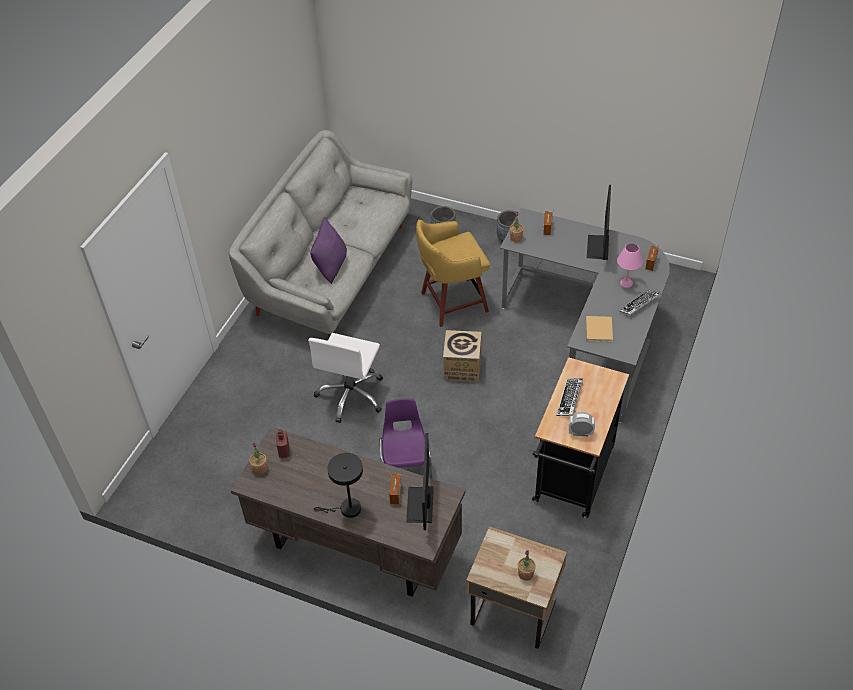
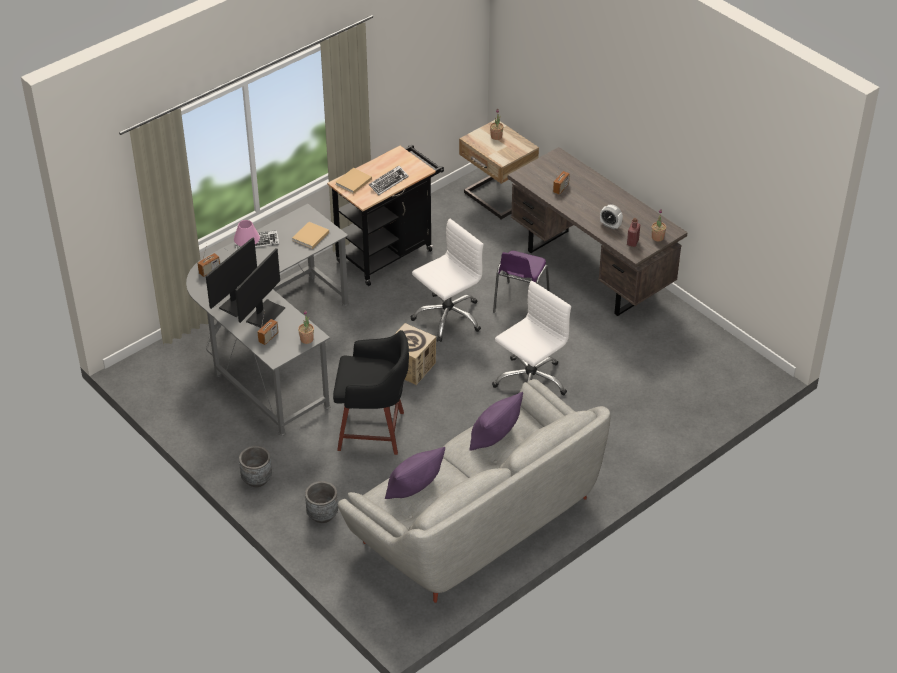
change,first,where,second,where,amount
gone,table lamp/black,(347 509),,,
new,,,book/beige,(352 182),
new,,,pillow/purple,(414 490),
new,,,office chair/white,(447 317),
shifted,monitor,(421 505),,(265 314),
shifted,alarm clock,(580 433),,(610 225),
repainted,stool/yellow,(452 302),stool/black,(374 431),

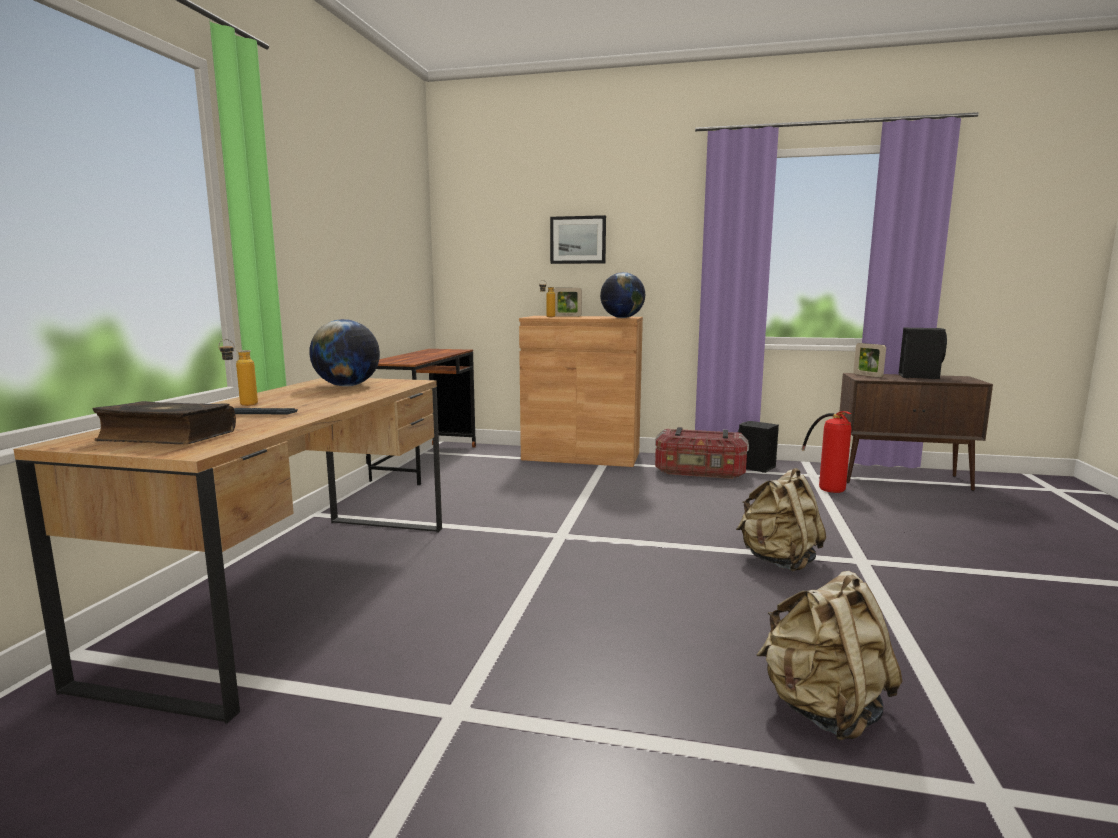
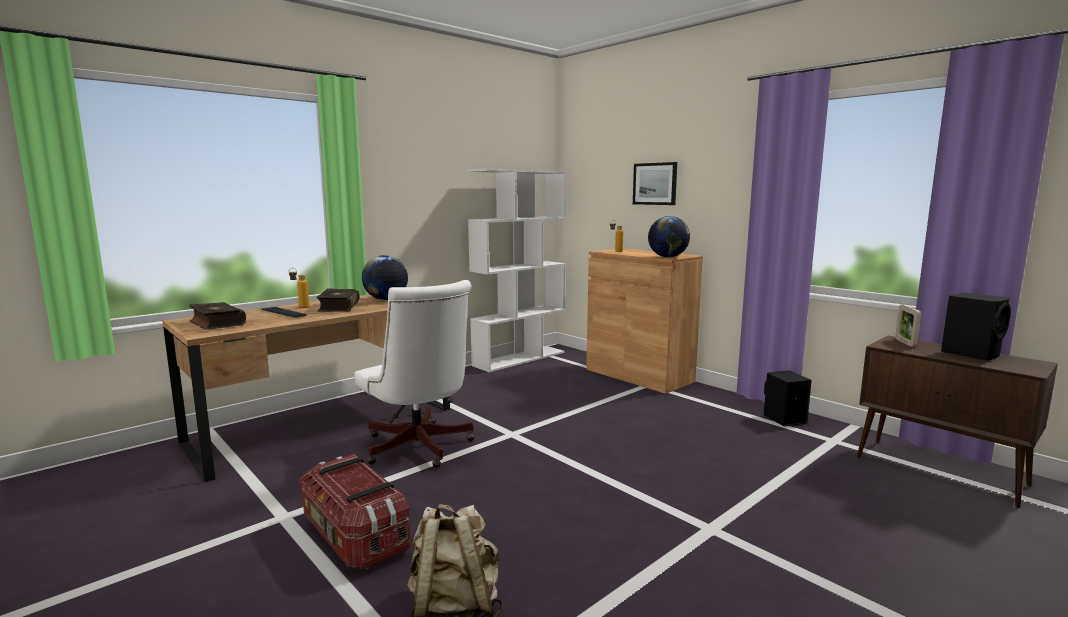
change,first,where,second,where,amount
gone,picture frame,(567 316),,,
gone,backpack/beige,(779 561),,,
gone,fire extinguisher,(825 485),,,
new,,,book,(338 307),
new,,,office chair/white,(419 449),
shifted,storage box,(700 472),,(354 536),
swapped,desk/brown,(427 462),bookcase/white,(519 358),

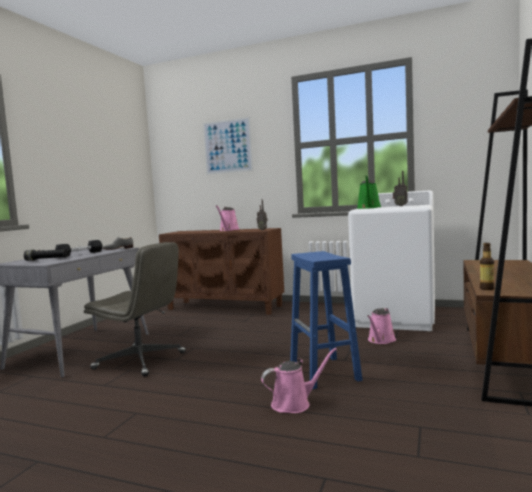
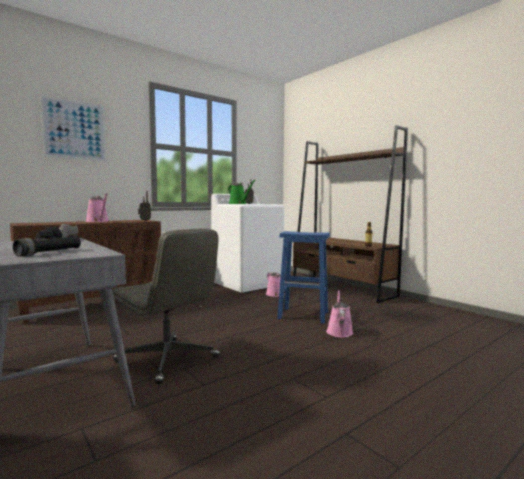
change,first,where,second,where,amount
rotated,office chair/grey,(141 361),,(168 359),75 degrees clockwise

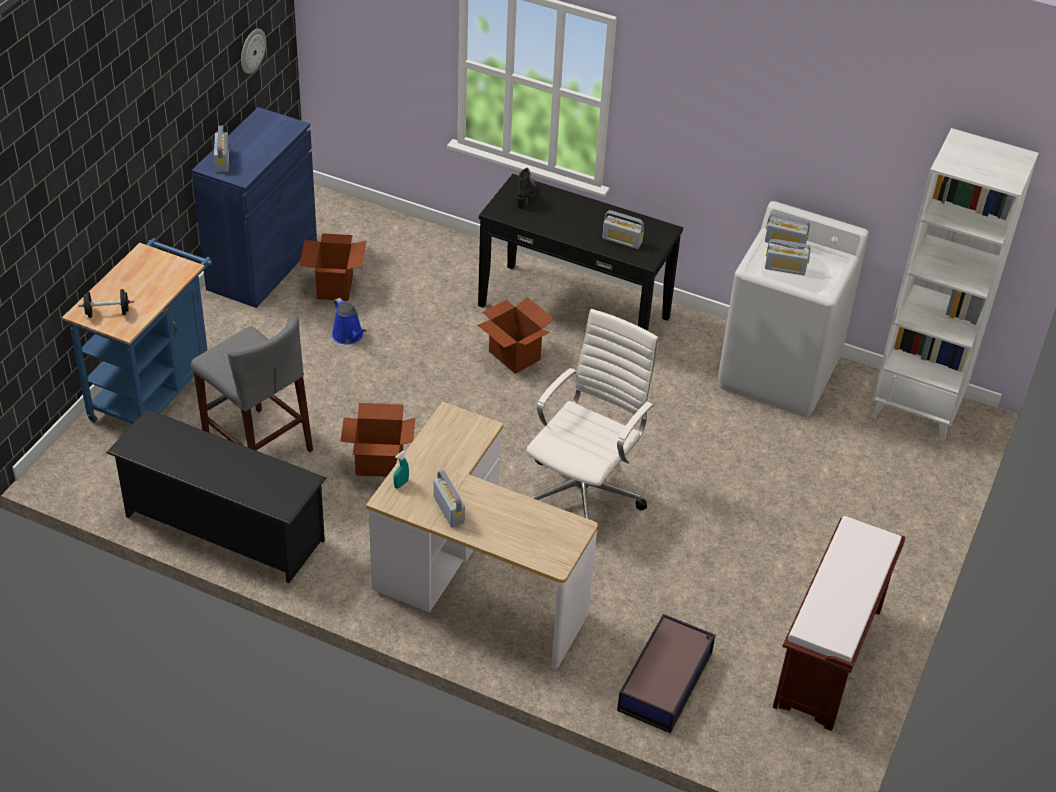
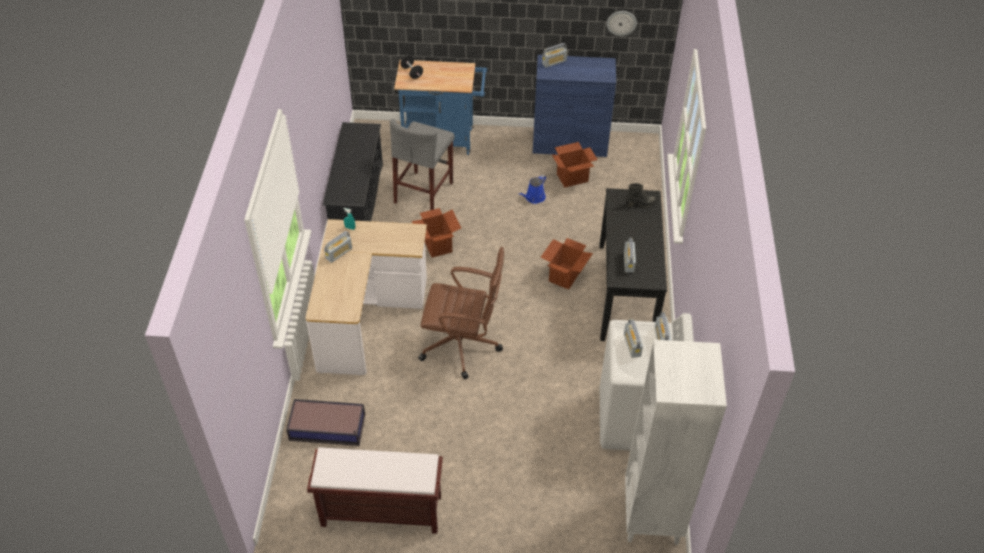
change,first,where,second,where,amount
repainted,office chair/white,(584 493),office chair/brown,(462 345),

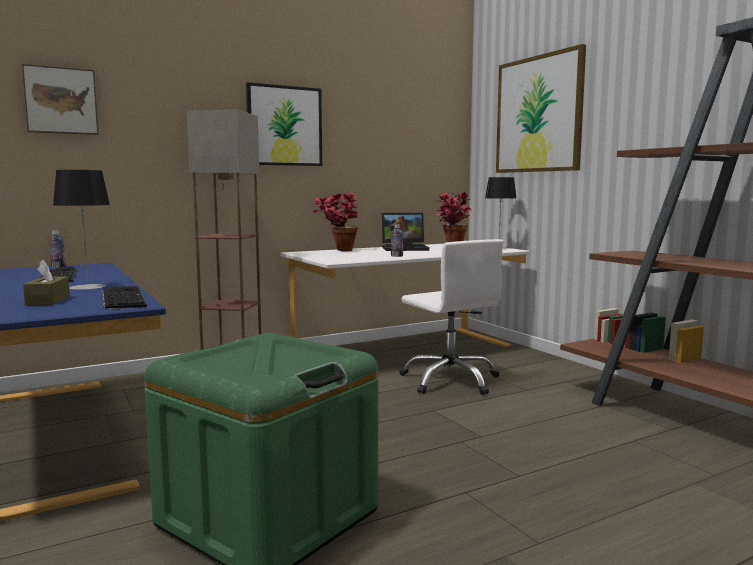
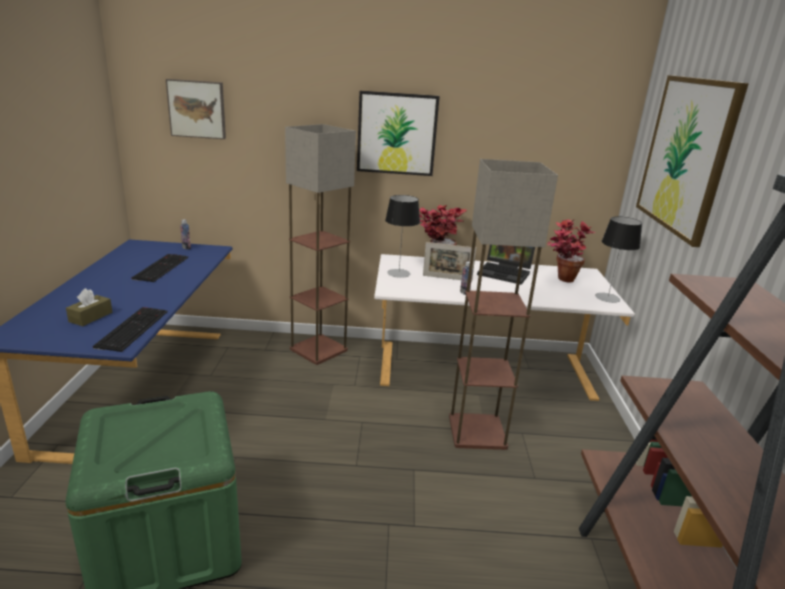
change,first,where,second,where,amount
new,,,picture frame,(447 278),
shifted,table lamp,(87 287),,(398 273),
swapped,office chair/white,(450 380),floor lamp,(476 432),

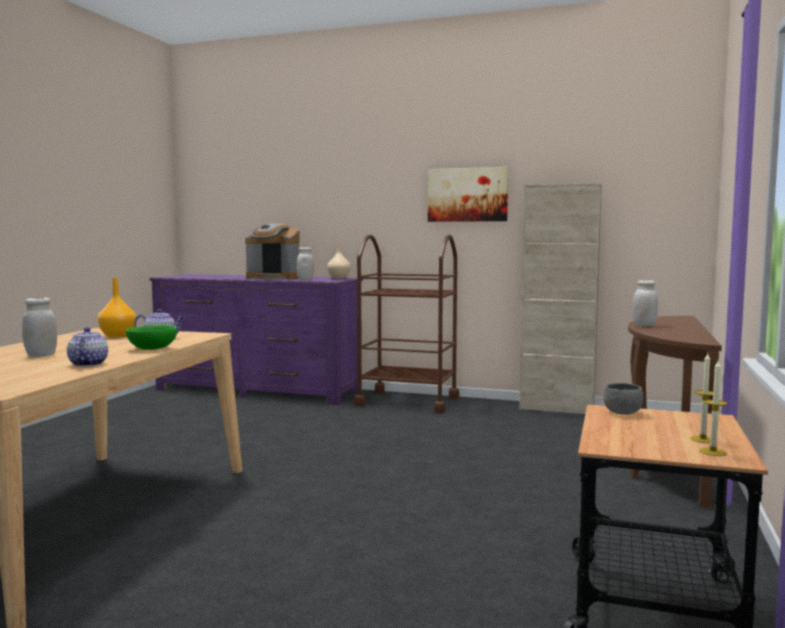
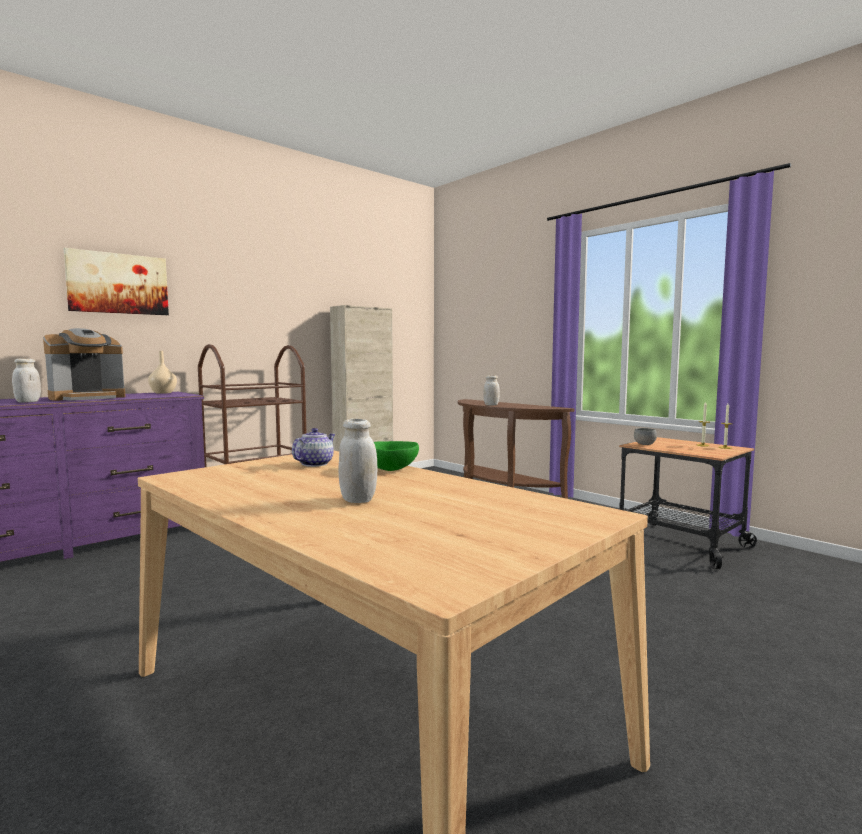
change,first,where,second,where,amount
gone,teapot,(88 364),,,
gone,vase/orange,(118 336),,,
shifted,jar/white,(305 279),,(28 402),
shifted,picture,(467 195),,(118 283),

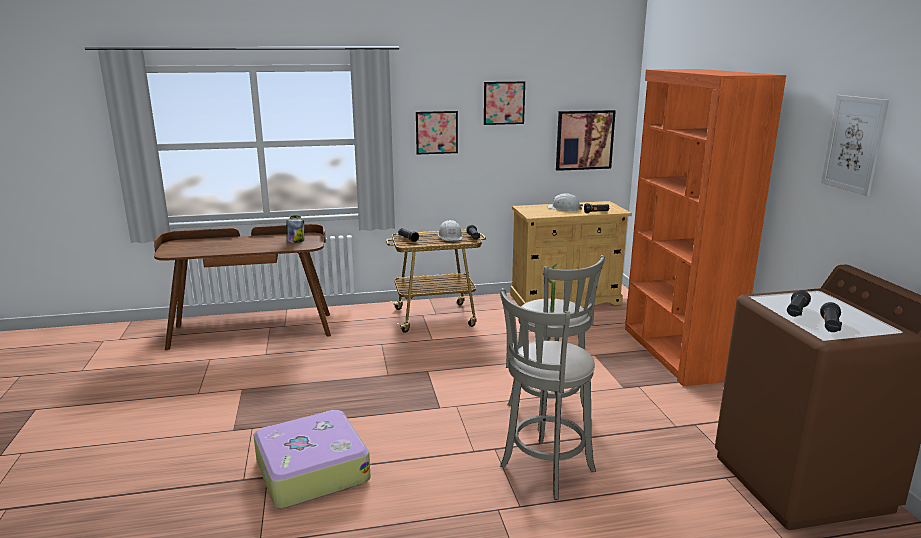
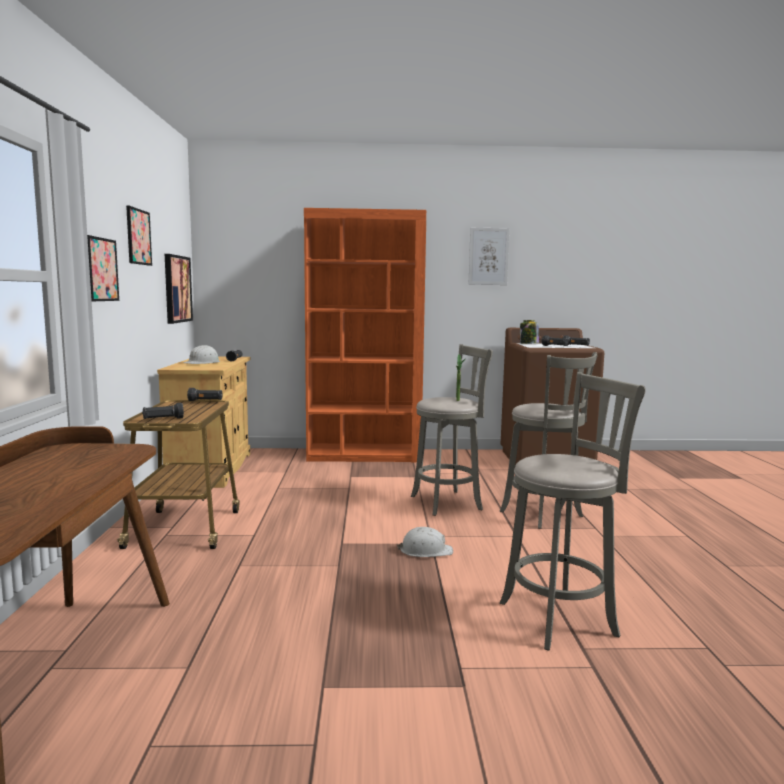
change,first,where,second,where,amount
shifted,jar,(295 241),,(528 344),
shifted,hard hat/white,(450 236),,(425 551),
swapped,suitcase,(311 470),stool/grey,(563 618),

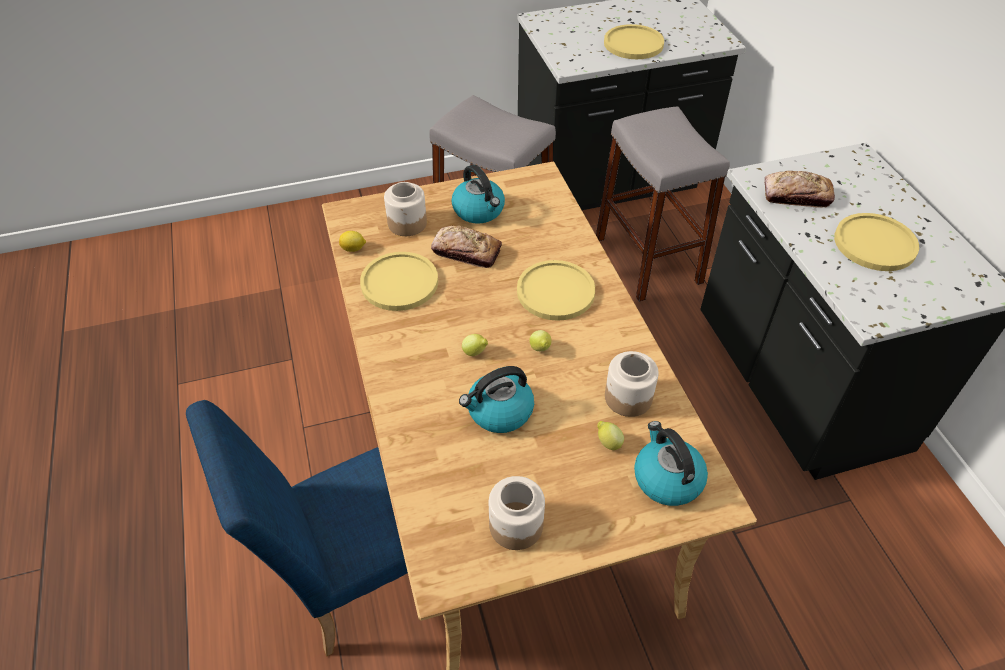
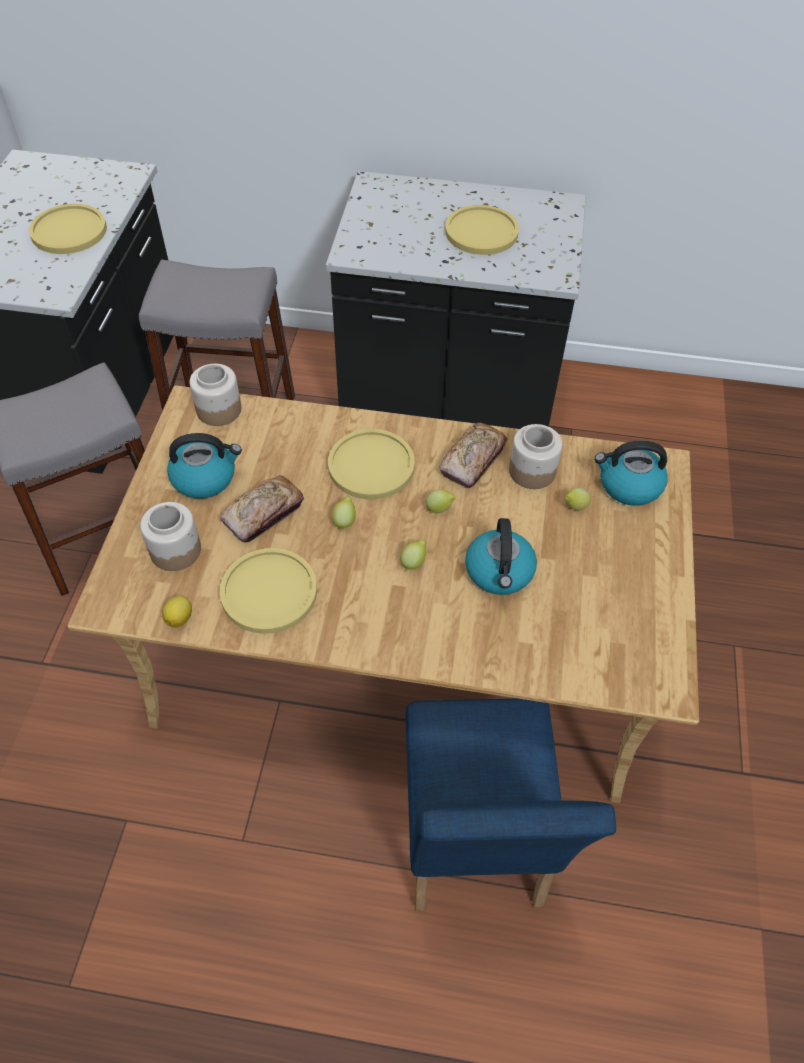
change,first,where,second,where,amount
new,,,lemon,(344 521),
shifted,jar,(515 525),,(218 410),
shifted,bread,(796 196),,(473 460),

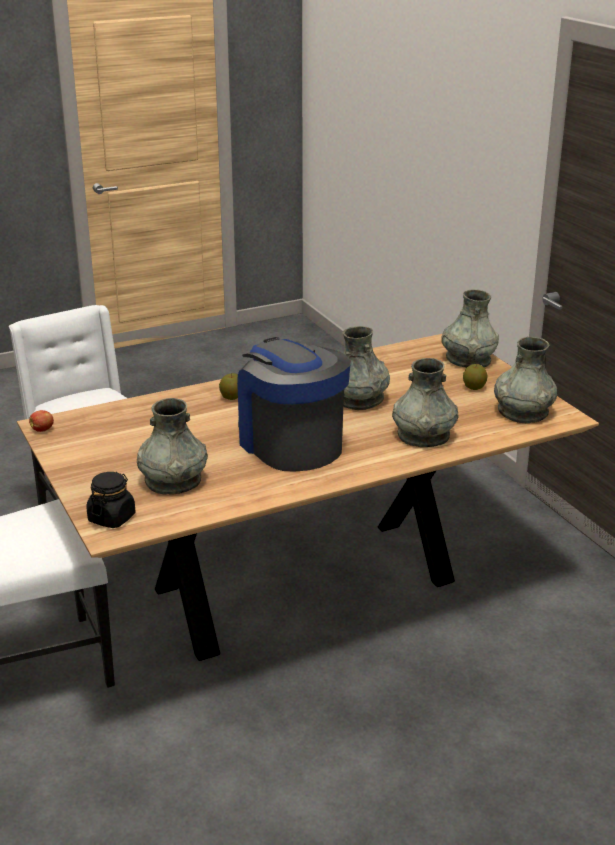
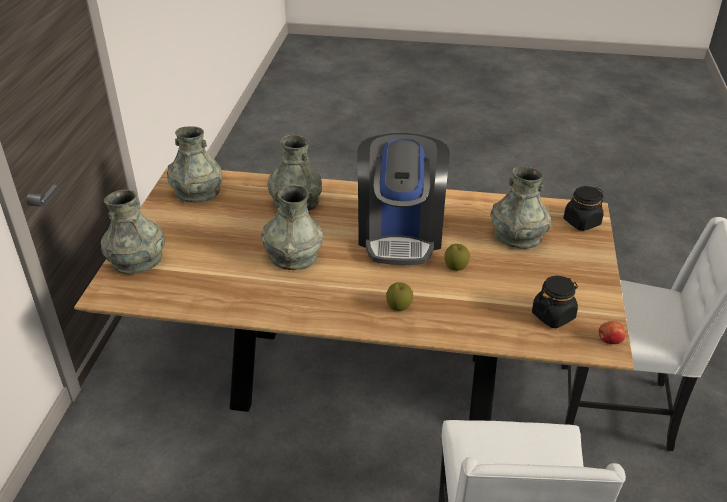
change,first,where,second,where,amount
new,,,jar/black,(553 315),
shifted,apple,(474 388),,(456 267),

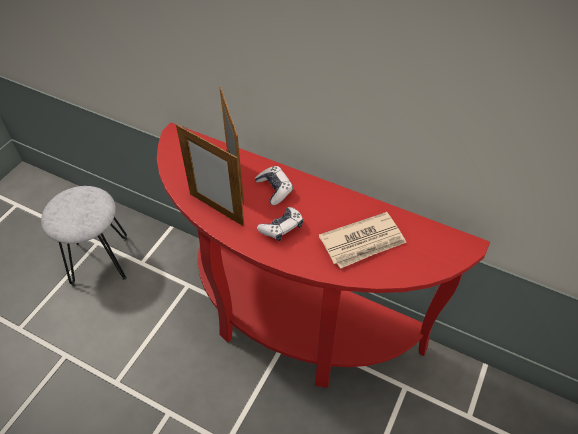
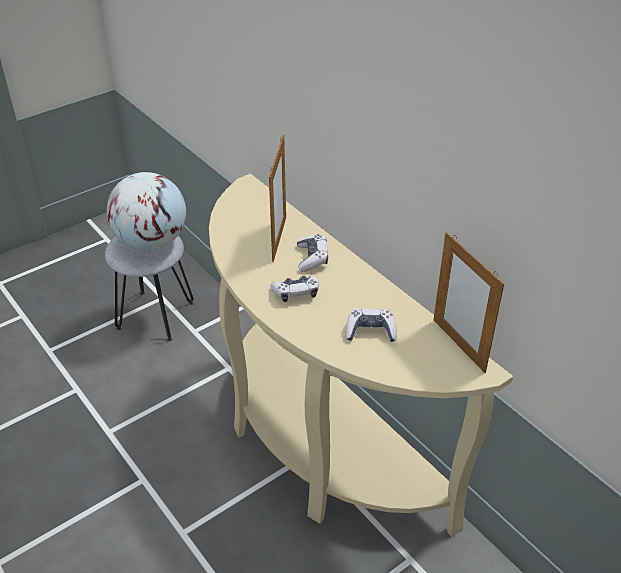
change,first,where,second,where,amount
new,,,globe,(151 242),
shifted,picture frame,(216 209),,(458 345),
swapped,newspaper,(363 242),game controller,(370 331),
repainted,console table/red,(292 323),console table/beige,(318 445),

